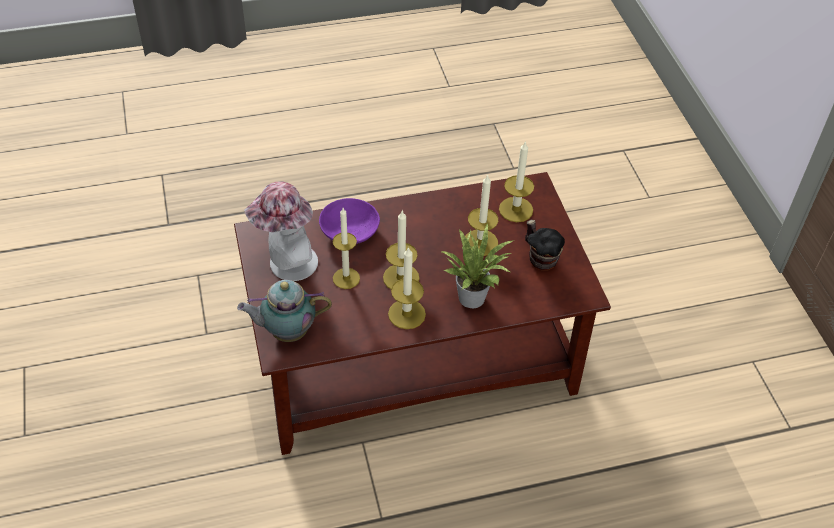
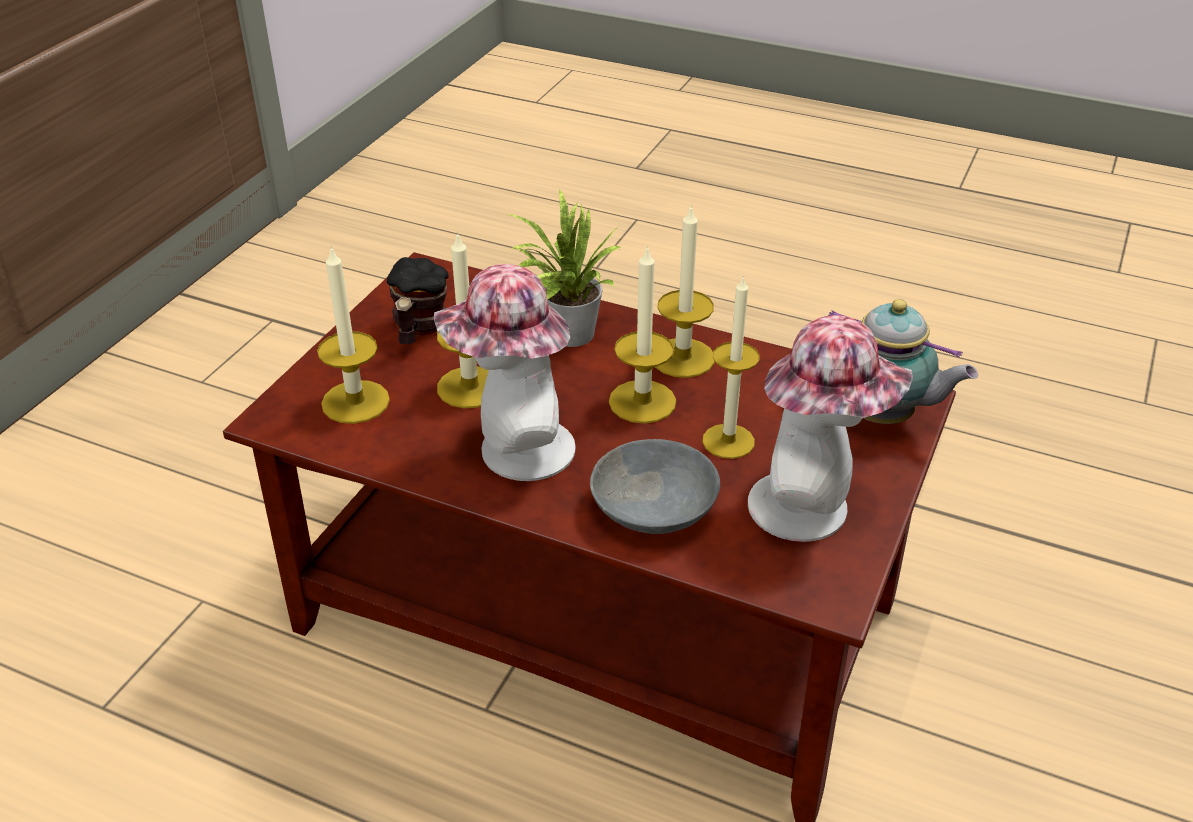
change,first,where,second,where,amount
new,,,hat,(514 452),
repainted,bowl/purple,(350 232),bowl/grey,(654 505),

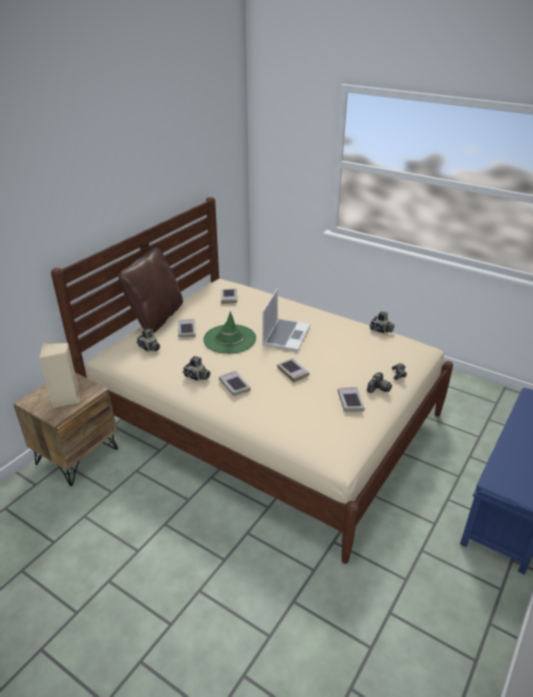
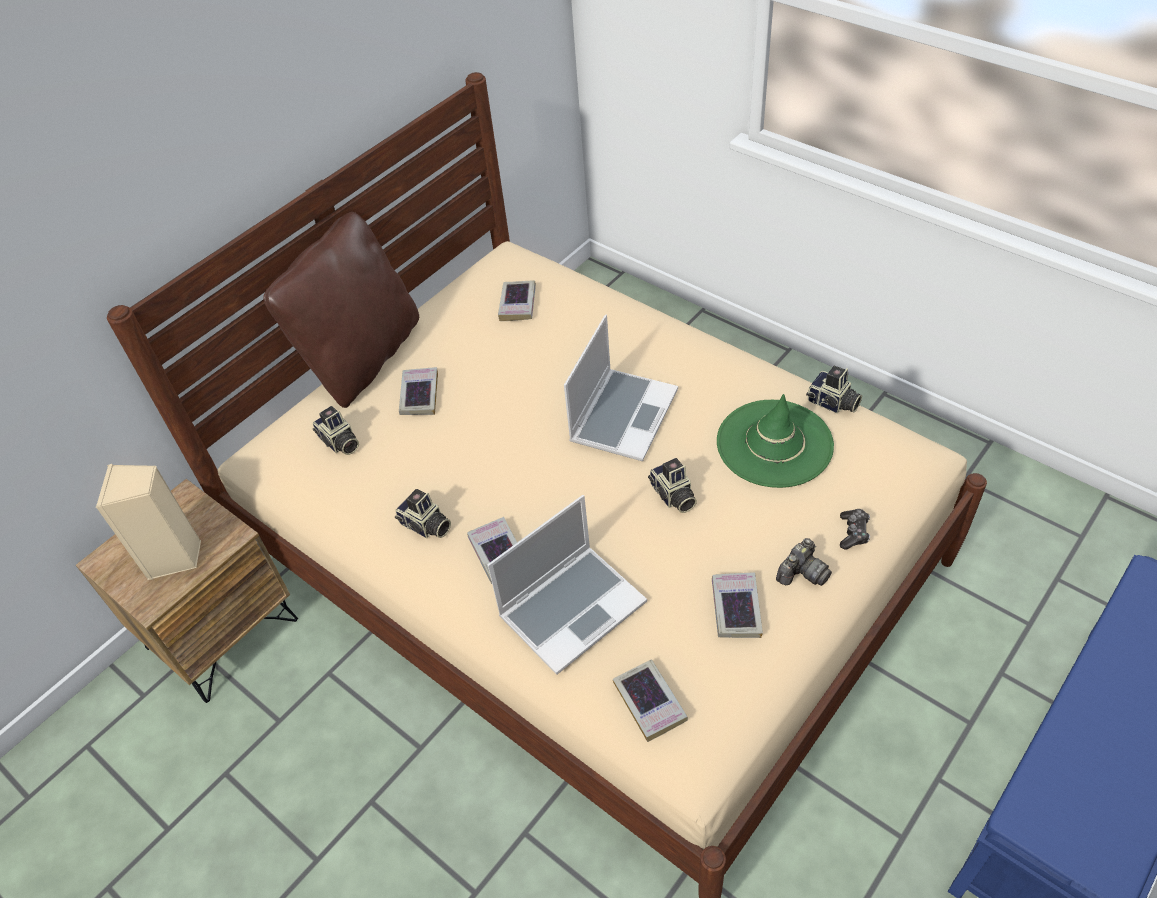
change,first,where,second,where,amount
new,,,laptop,(572 607),
new,,,photo camera,(672 496),
shifted,hat/green,(229 339),,(774 444),
shifted,book,(293 372),,(649 703),

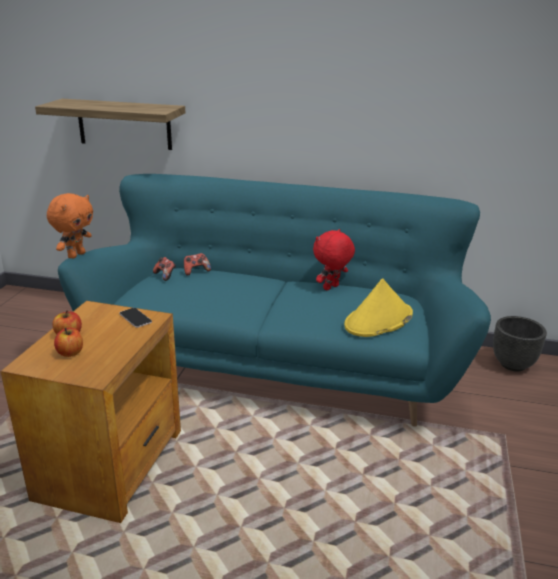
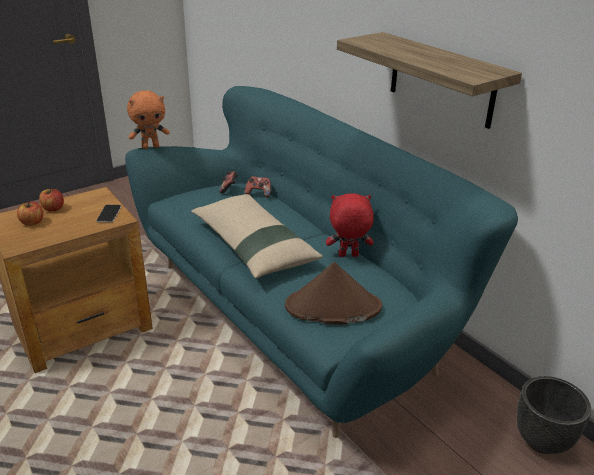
change,first,where,second,where,amount
new,,,pillow/beige,(253 246),
shifted,shelf,(124 124),,(441 80),
repainted,hat/yellow,(378 320),hat/brown,(332 307),

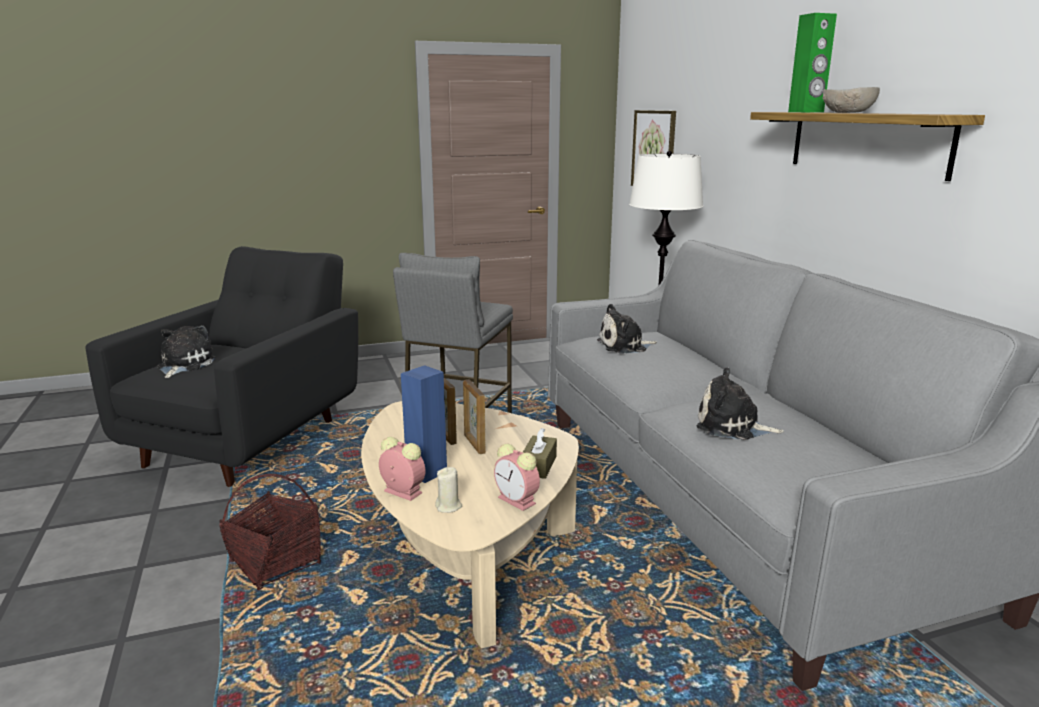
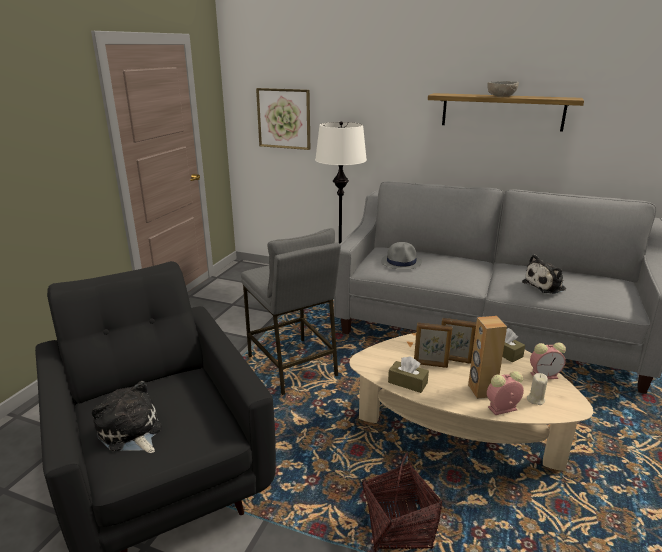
change,first,where,second,where,amount
gone,speaker/green,(806 112),,,
new,,,tissue box/brown,(407 382),
swapped,plush toy,(624 346),hat/grey,(401 262),
repainted,speaker/blue,(426 473),speaker/brown,(481 390),

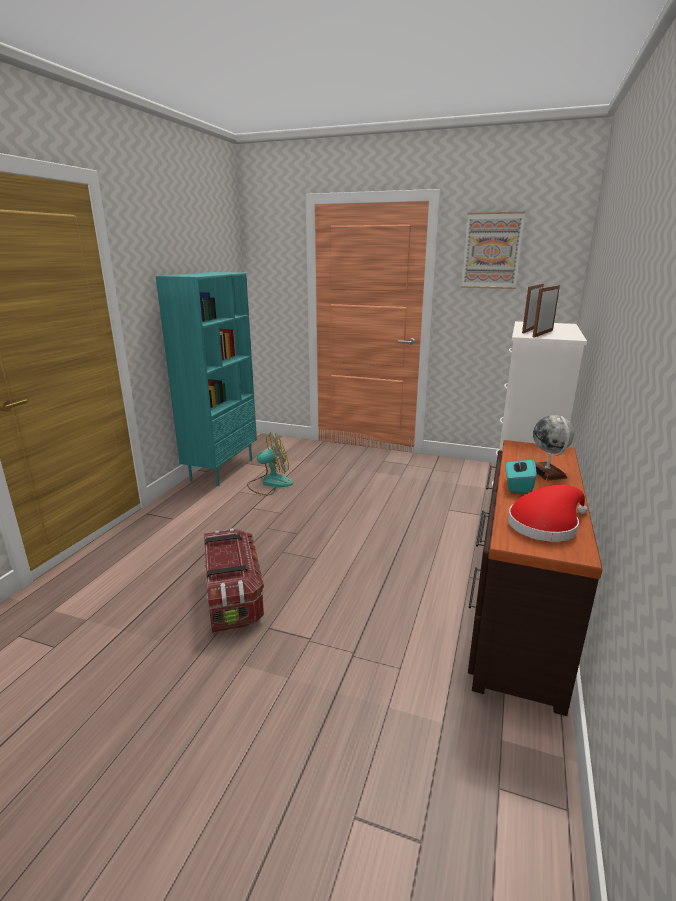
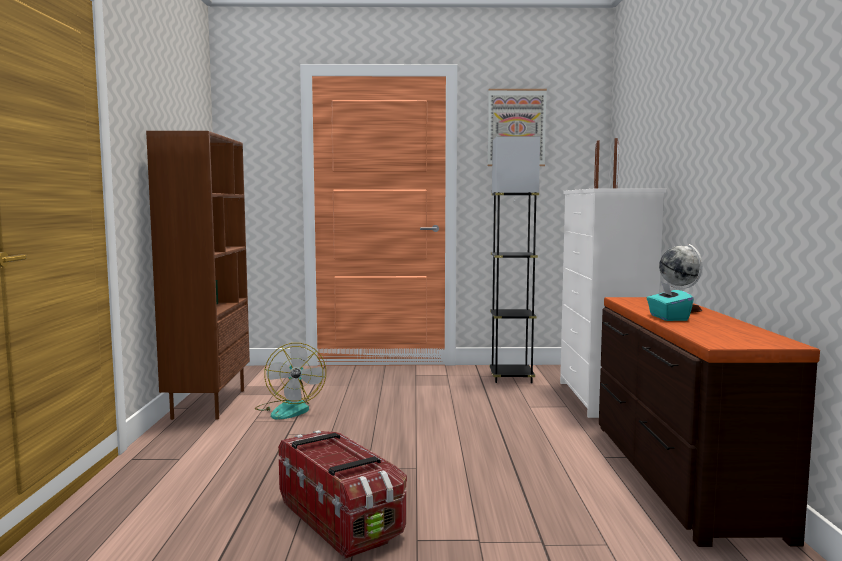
change,first,where,second,where,amount
gone,hat/red,(545 525),,,
new,,,floor lamp/grey,(511 378),
repainted,bookcase/turquoise,(221 469),bookcase/brown,(208 403),
rotated,fan,(269 483),,(289 409),120 degrees clockwise

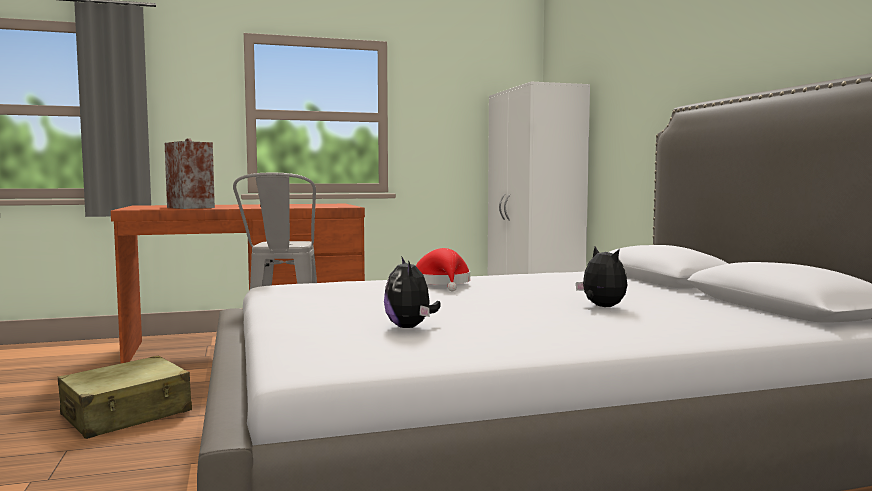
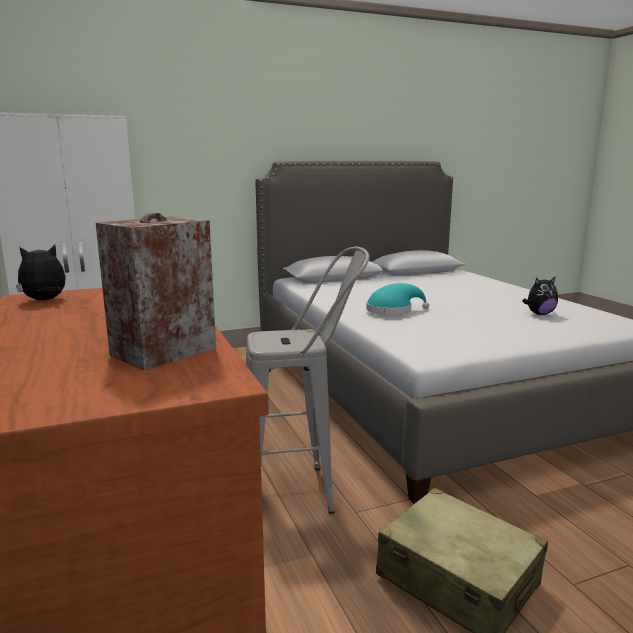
change,first,where,second,where,amount
shifted,plush toy,(601 307),,(45 300),
repainted,hat/red,(442 283),hat/turquoise,(392 310),

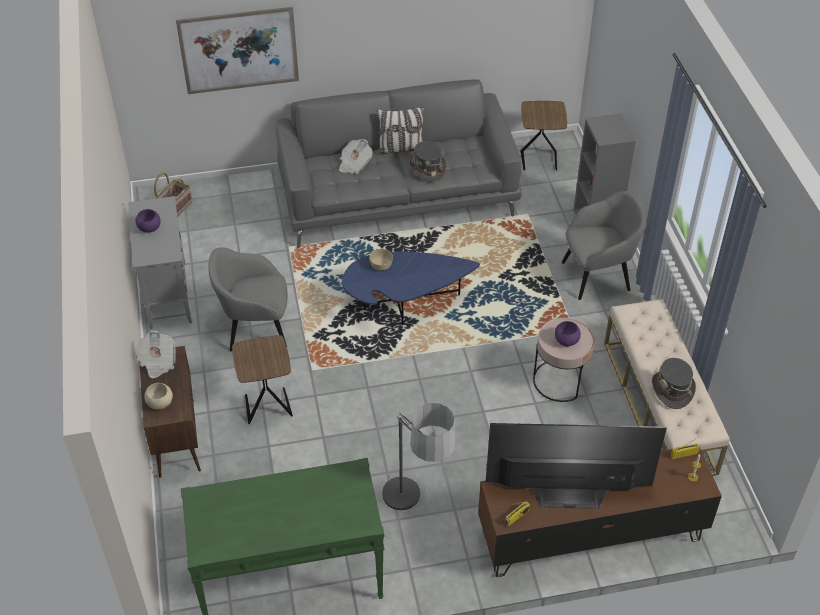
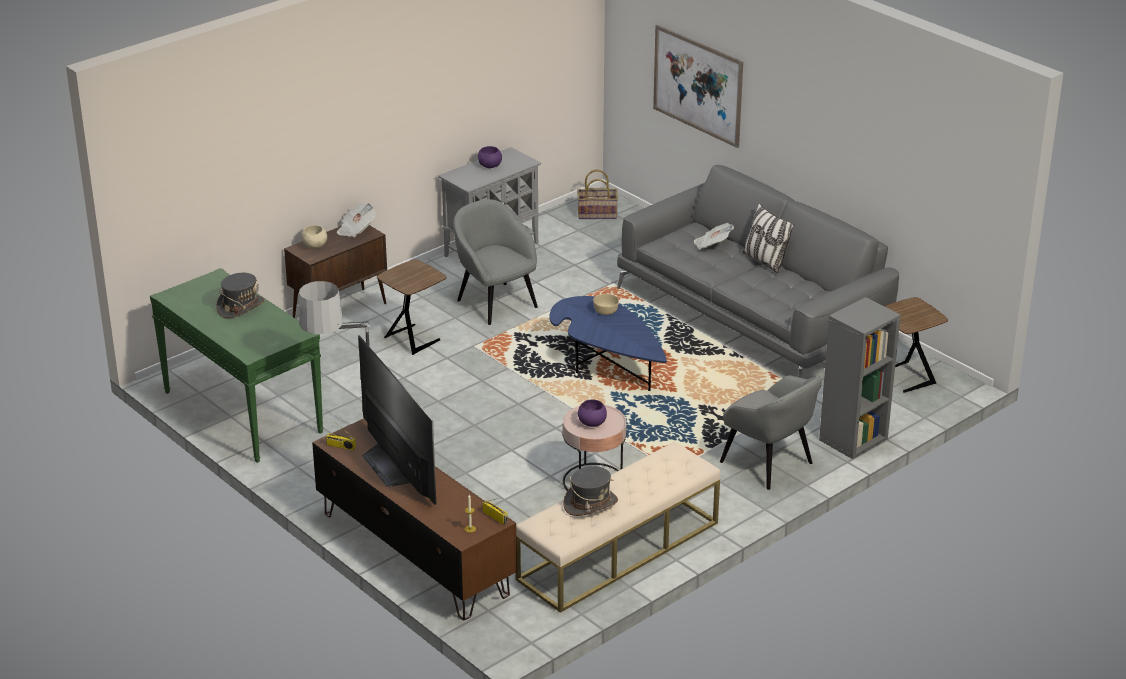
change,first,where,second,where,amount
shifted,hat/grey,(427 169),,(240 307),

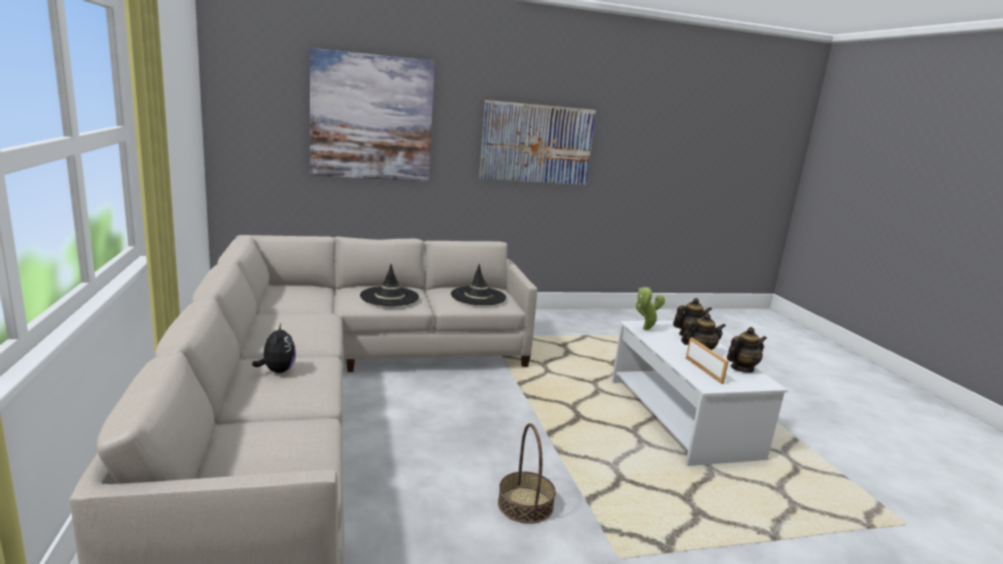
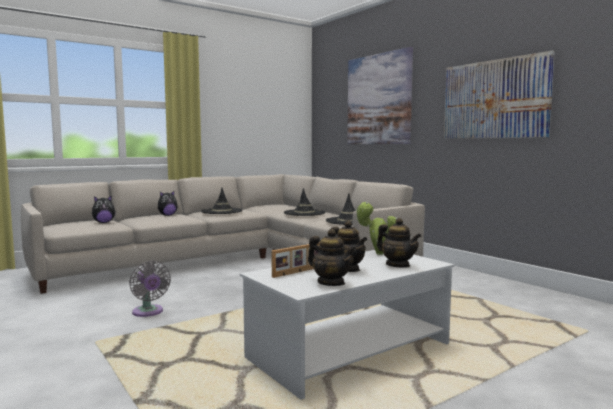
change,first,where,second,where,amount
new,,,plush toy,(104 222),
new,,,hat/black,(221 211),
swapped,basket,(525 504),fan/grey,(148 312),

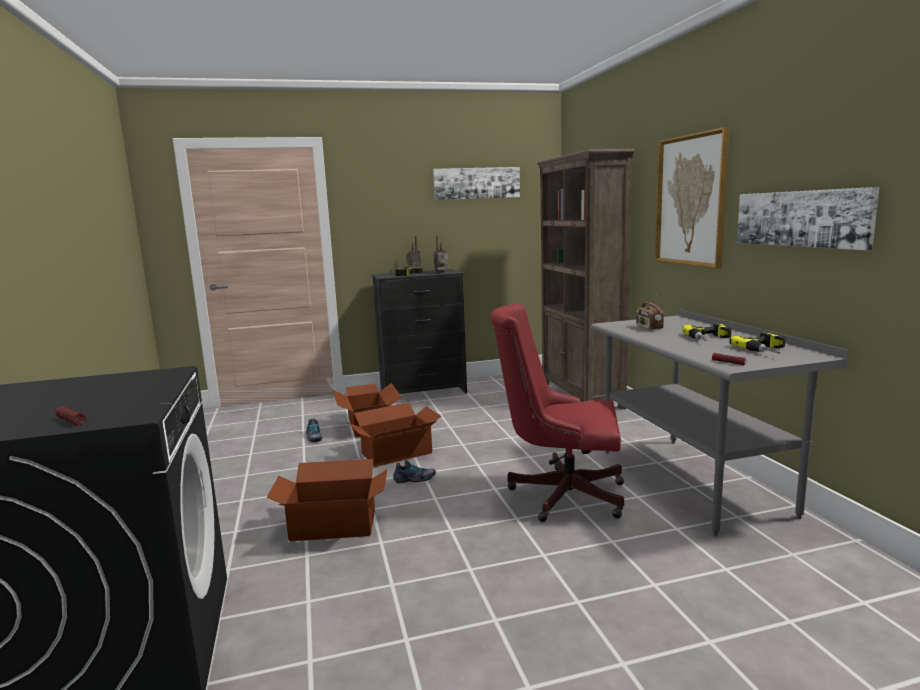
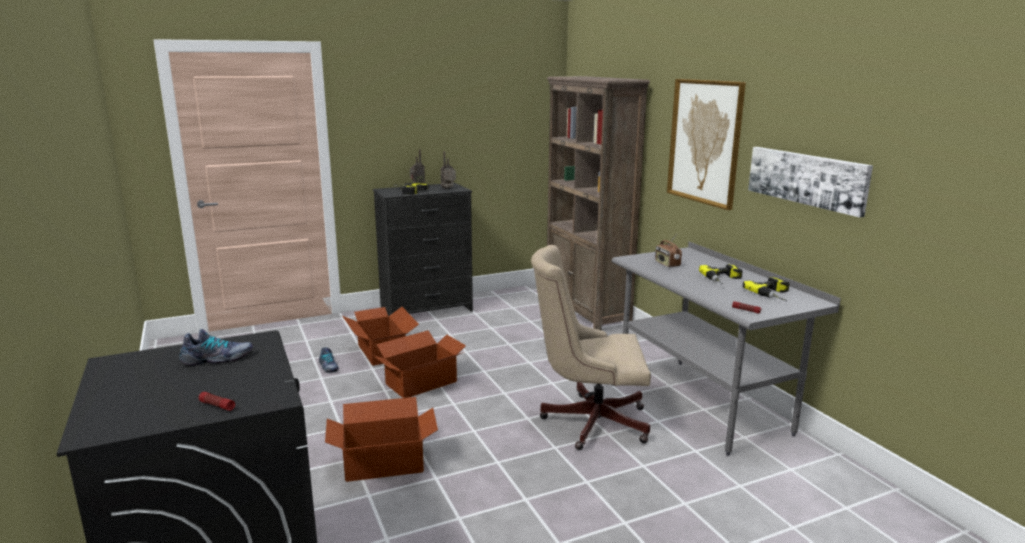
change,first,where,second,where,amount
gone,picture,(476 183),,,
shifted,shoe,(414 479),,(217 359),
repainted,office chair/red,(560 494),office chair/beige,(588 421),

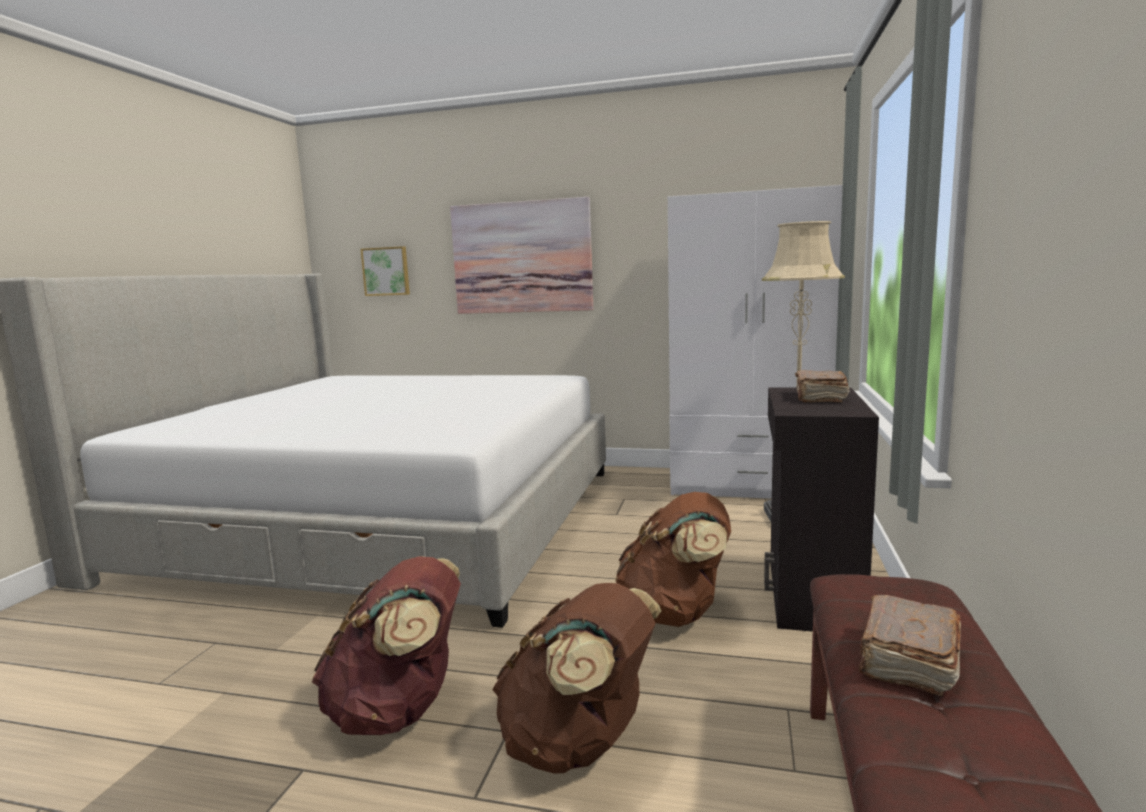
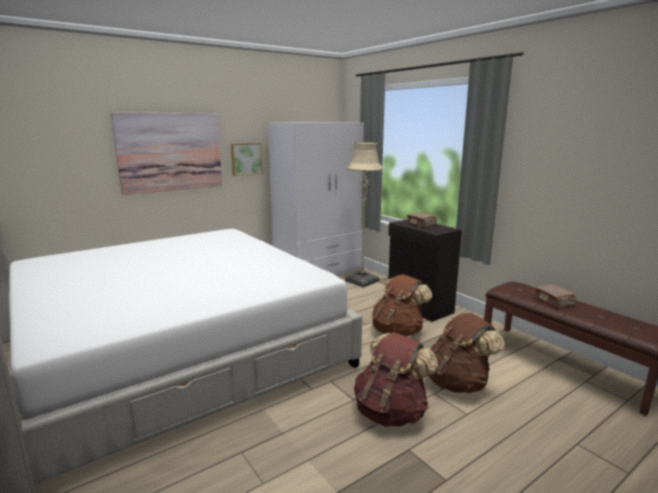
change,first,where,second,where,amount
shifted,picture,(386 271),,(246 159),

